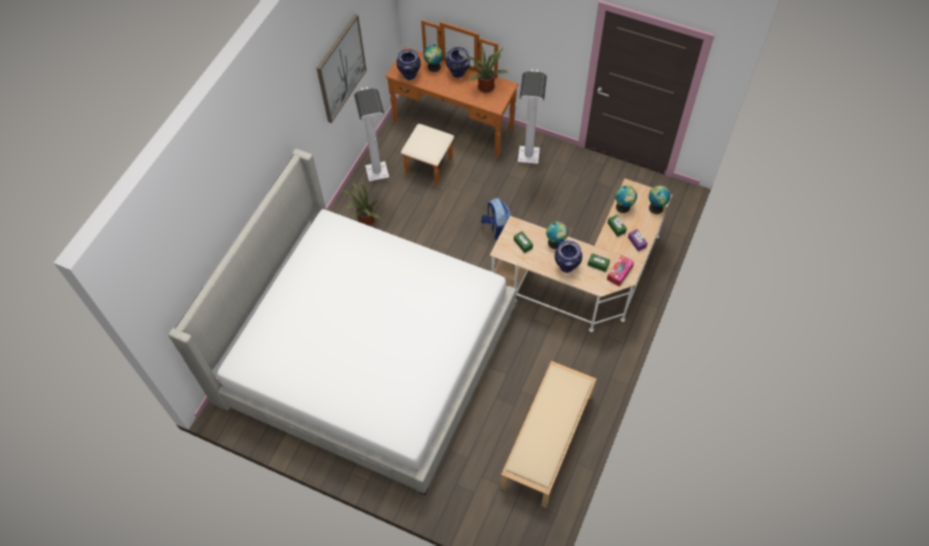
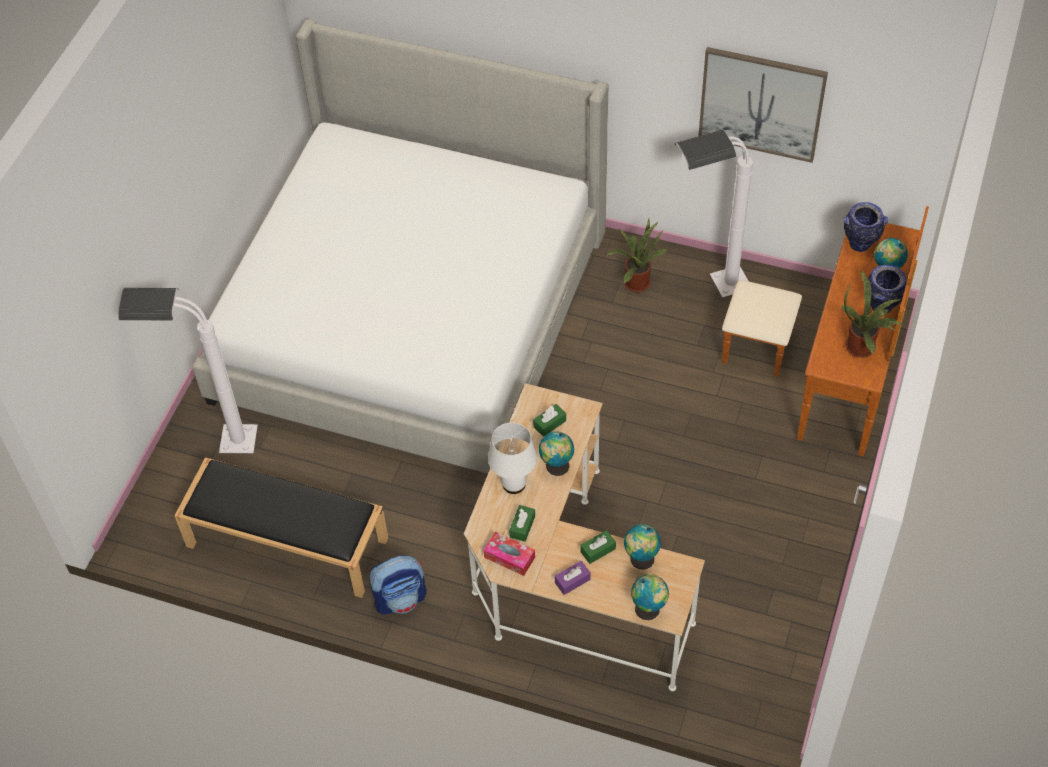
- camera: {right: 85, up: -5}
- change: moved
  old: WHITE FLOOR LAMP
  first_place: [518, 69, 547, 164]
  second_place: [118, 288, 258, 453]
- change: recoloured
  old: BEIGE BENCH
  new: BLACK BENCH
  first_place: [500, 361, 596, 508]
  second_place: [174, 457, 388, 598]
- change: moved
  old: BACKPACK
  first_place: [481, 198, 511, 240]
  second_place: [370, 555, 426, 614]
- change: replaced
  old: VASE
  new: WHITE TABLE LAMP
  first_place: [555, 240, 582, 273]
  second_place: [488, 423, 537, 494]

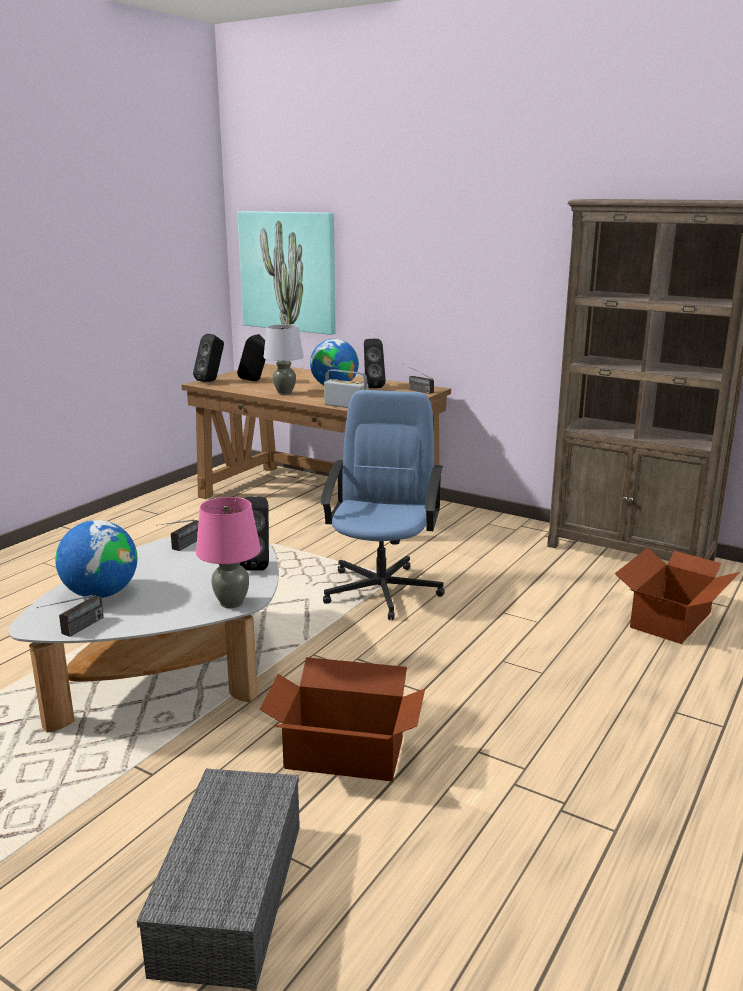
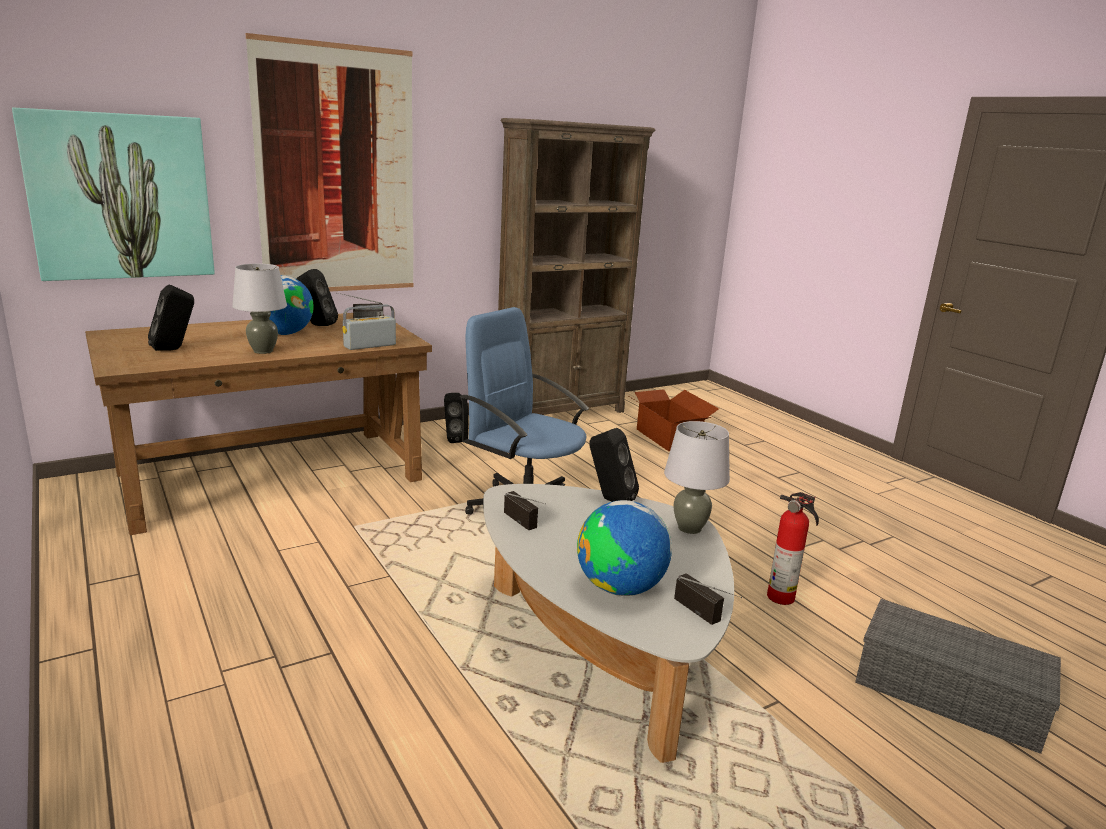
- camera: {right: -65, up: 0}
- change: added
  new: PICTURE
  second_place: [245, 33, 413, 292]
- change: moved
  old: BLACK SPEAKER
  first_place: [193, 334, 224, 382]
  second_place: [444, 393, 463, 443]
- change: recoloured
  old: PINK TABLE LAMP
  new: GREY TABLE LAMP
  first_place: [196, 497, 261, 608]
  second_place: [664, 421, 730, 534]
- change: replaced
  old: CARDBOARD BOX
  new: FIRE EXTINGUISHER
  first_place: [259, 657, 425, 782]
  second_place: [767, 492, 819, 605]

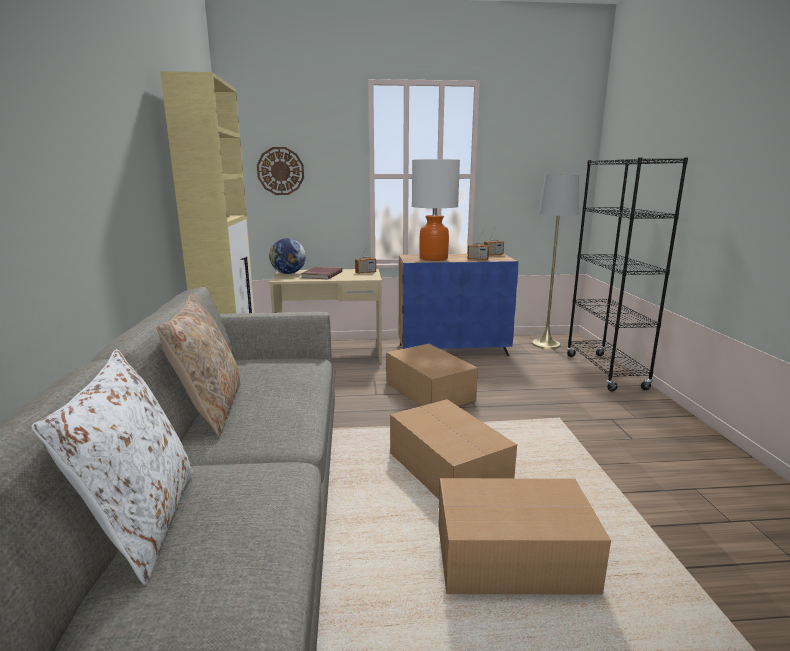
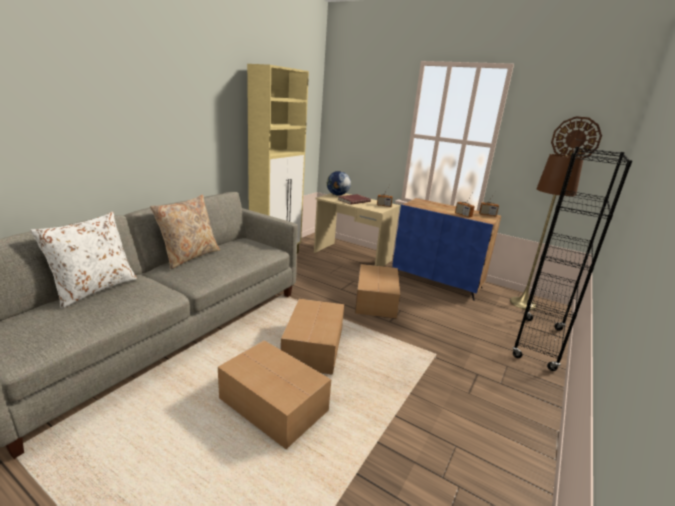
- camera: {right: 35, up: 5}
- change: recoloured
  old: GREY FLOOR LAMP
  new: BROWN FLOOR LAMP
  first_place: [532, 174, 579, 349]
  second_place: [510, 154, 583, 310]
- change: moved
  old: WALL CLOCK
  first_place: [257, 147, 304, 195]
  second_place: [551, 116, 602, 158]
- change: removed
  old: TABLE LAMP
  first_place: [412, 159, 460, 261]

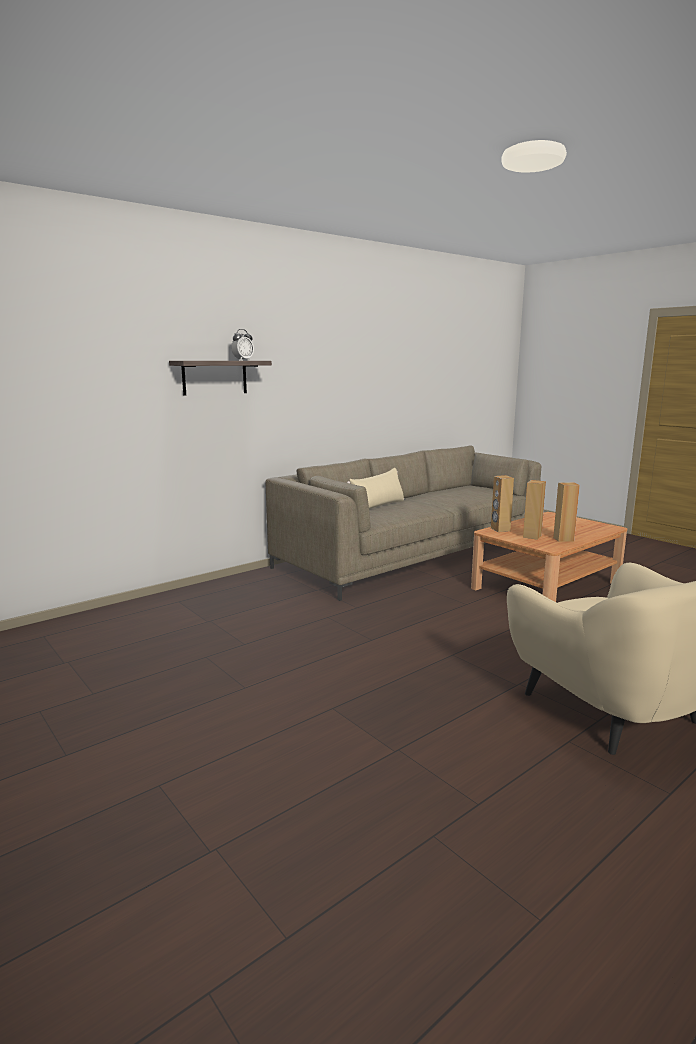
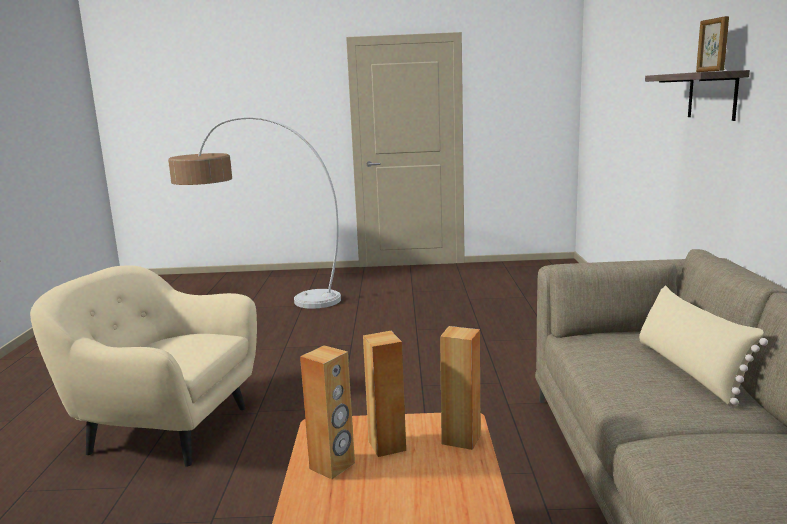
- camera: {right: 130, up: 0}
- change: added
  new: FLOOR LAMP
  second_place: [168, 116, 341, 309]
- change: replaced
  old: ALARM CLOCK
  new: PICTURE FRAME
  first_place: [231, 329, 254, 360]
  second_place: [696, 16, 729, 72]

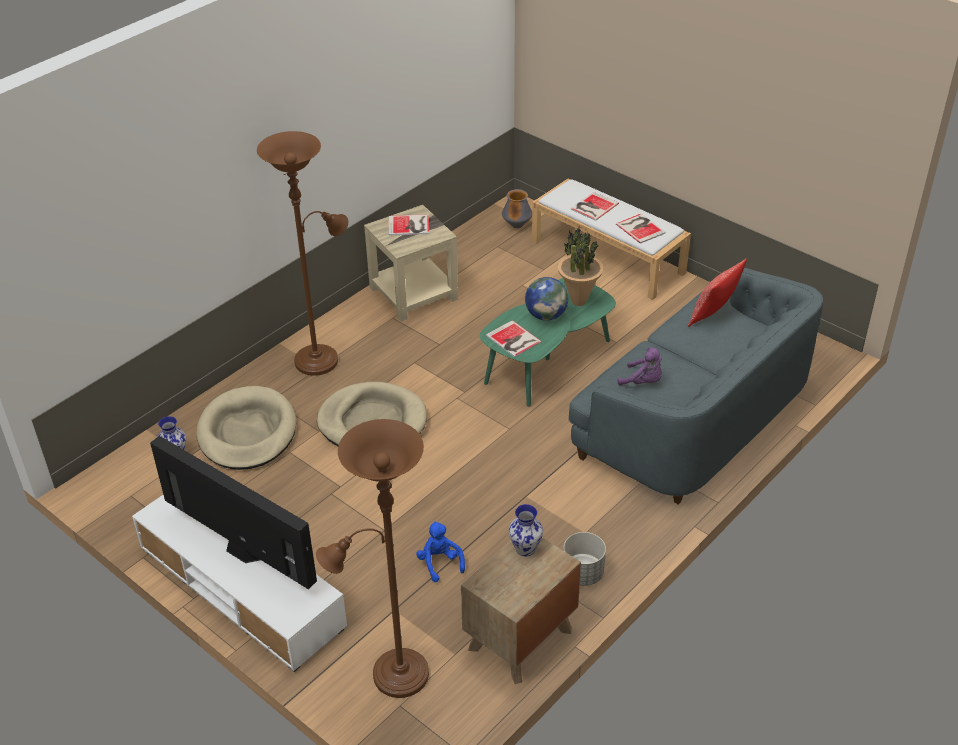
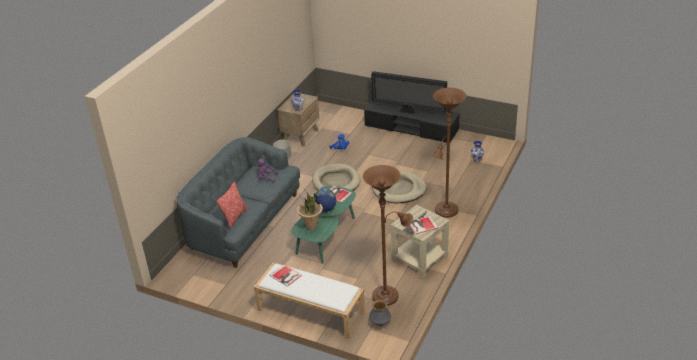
- camera: {right: 165, up: -5}
- change: moved
  old: BEIGE DOG BED
  first_place: [196, 386, 296, 470]
  second_place: [312, 164, 361, 191]
- change: moved
  old: BROWN FLOOR LAMP
  first_place: [316, 419, 429, 698]
  second_place: [363, 165, 413, 306]
- change: recoloured
  old: WHITE TV STAND
  new: BLACK TV STAND
  first_place: [132, 495, 347, 672]
  second_place: [364, 101, 460, 143]
- change: removed
  old: BOOK
  first_place: [571, 192, 619, 221]

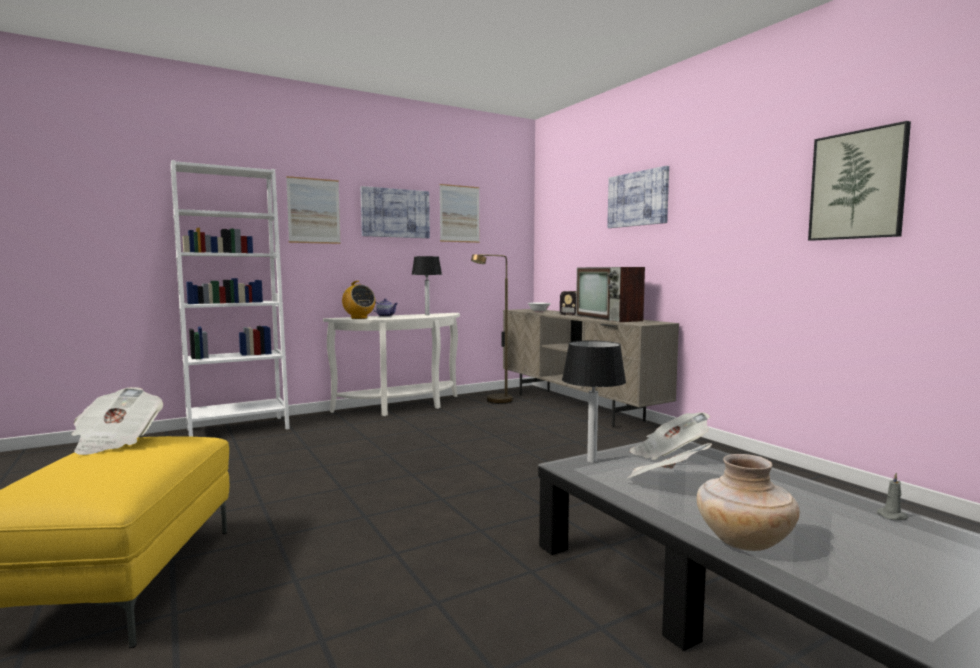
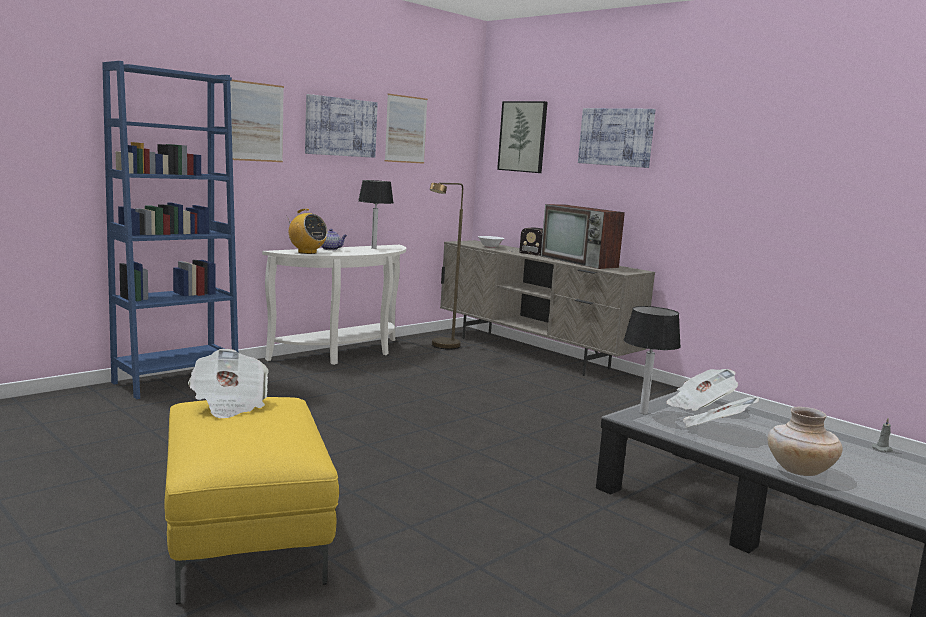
- camera: {right: -15, up: 5}
- change: recoloured
  old: WHITE BOOKCASE
  new: BLUE BOOKCASE
  first_place: [170, 160, 290, 437]
  second_place: [102, 61, 238, 399]
- change: moved
  old: PICTURE
  first_place: [808, 121, 911, 241]
  second_place: [497, 101, 548, 173]

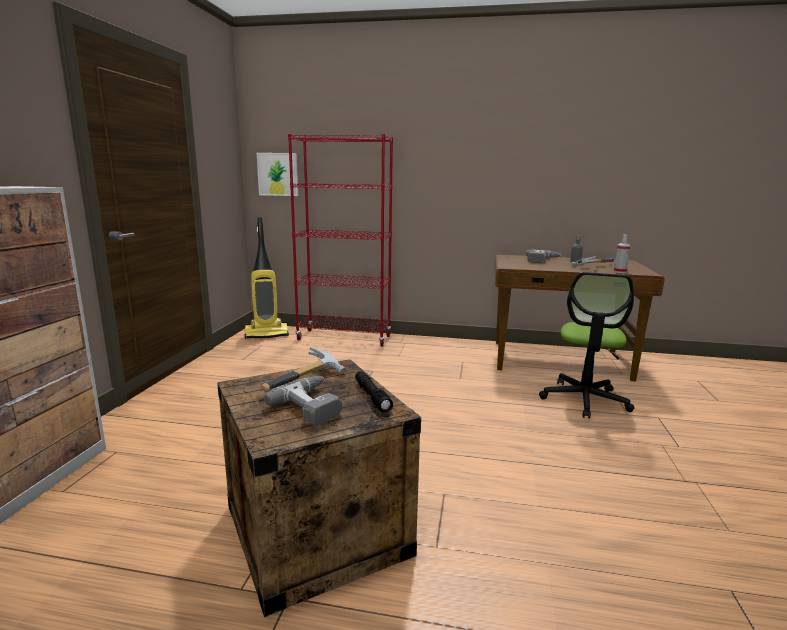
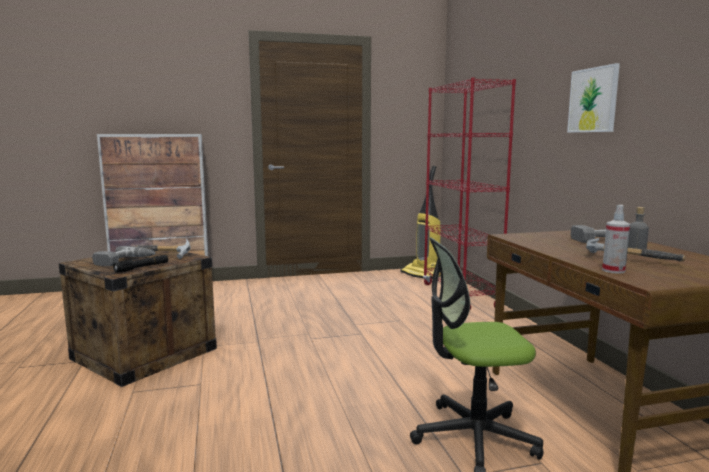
- camera: {right: 65, up: -5}
- change: moved
  old: PICTURE
  first_place: [257, 153, 298, 196]
  second_place: [567, 63, 620, 133]

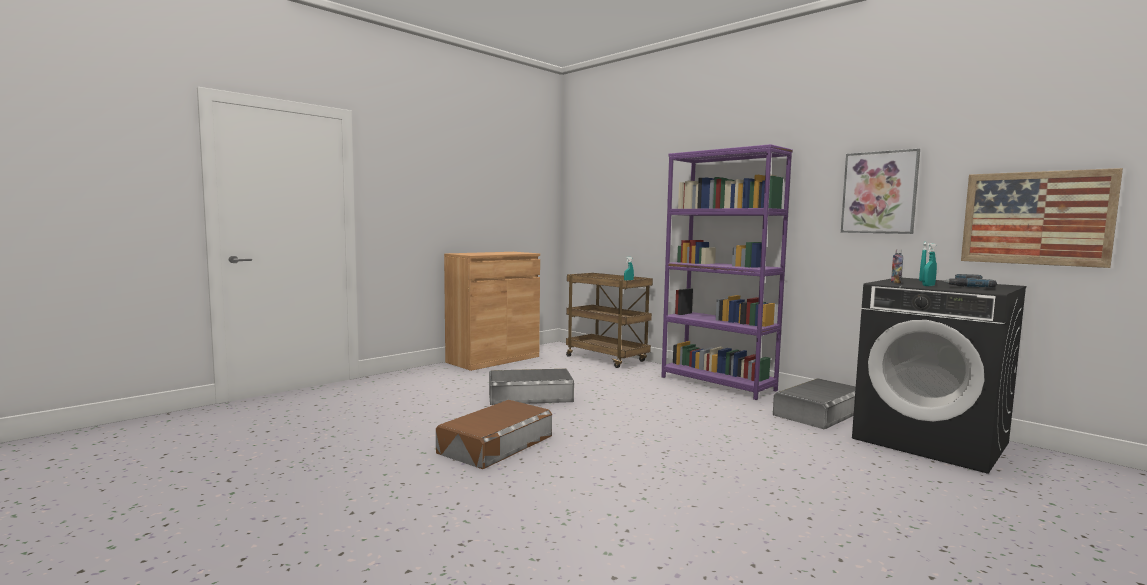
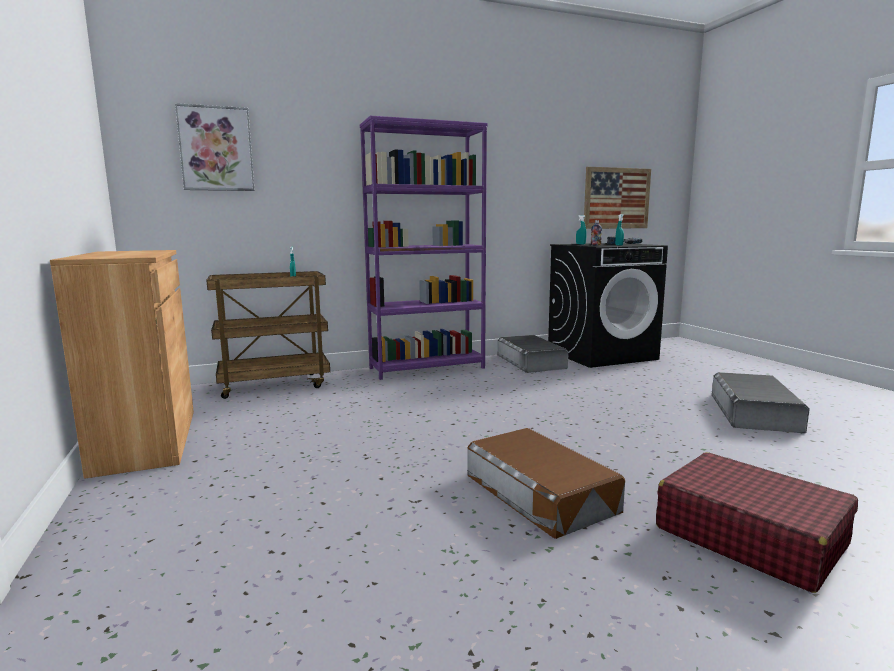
- camera: {right: -65, up: 5}
- change: moved
  old: PICTURE
  first_place: [841, 149, 920, 234]
  second_place: [175, 103, 255, 191]
- change: added
  new: RED SUITCASE
  second_place: [656, 452, 858, 593]
- change: moved
  old: GREY STORAGE BOX
  first_place: [489, 369, 574, 405]
  second_place: [712, 372, 810, 434]

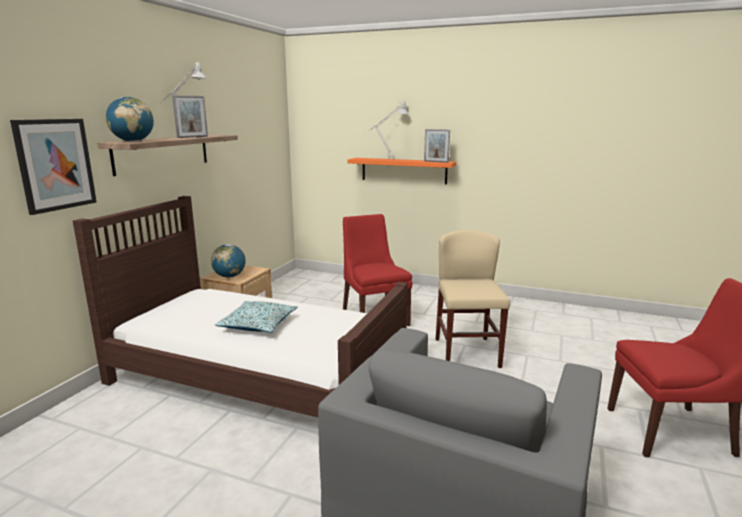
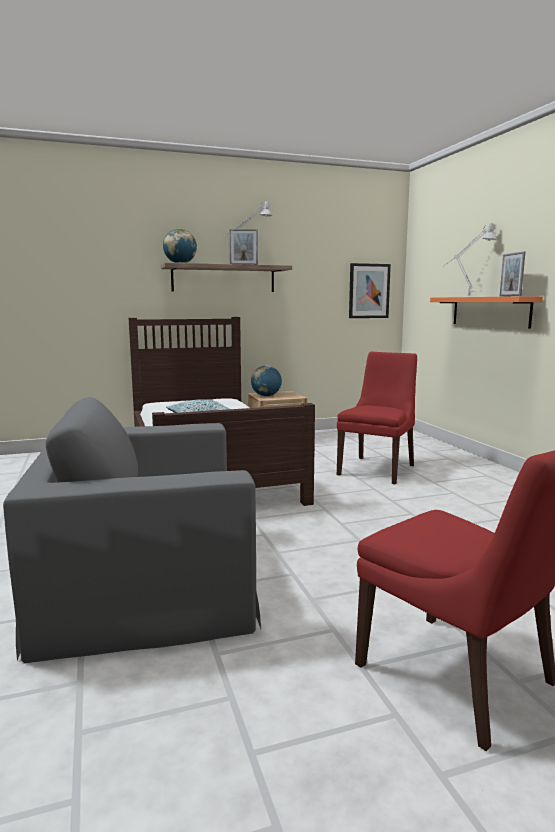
- camera: {right: 50, up: -5}
- change: moved
  old: PICTURE
  first_place: [10, 119, 97, 215]
  second_place: [349, 263, 391, 318]
- change: removed
  old: BEIGE CHAIR
  first_place: [436, 230, 510, 368]

